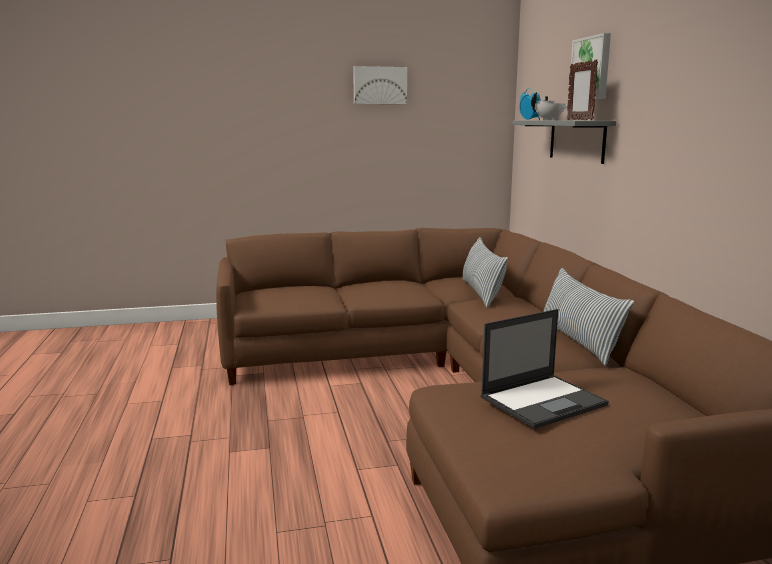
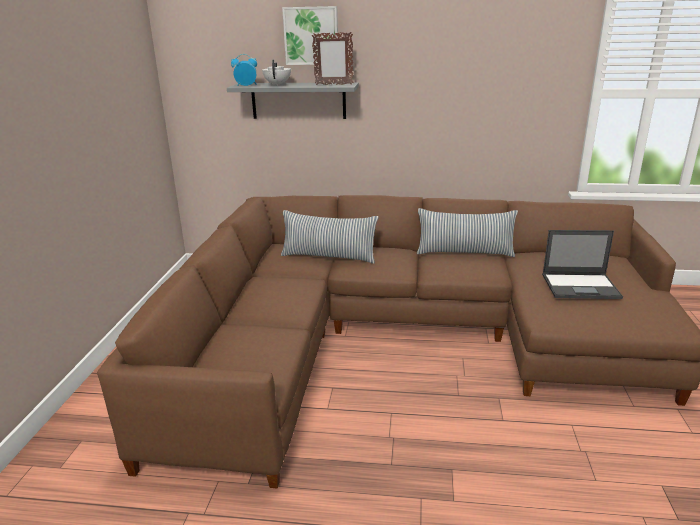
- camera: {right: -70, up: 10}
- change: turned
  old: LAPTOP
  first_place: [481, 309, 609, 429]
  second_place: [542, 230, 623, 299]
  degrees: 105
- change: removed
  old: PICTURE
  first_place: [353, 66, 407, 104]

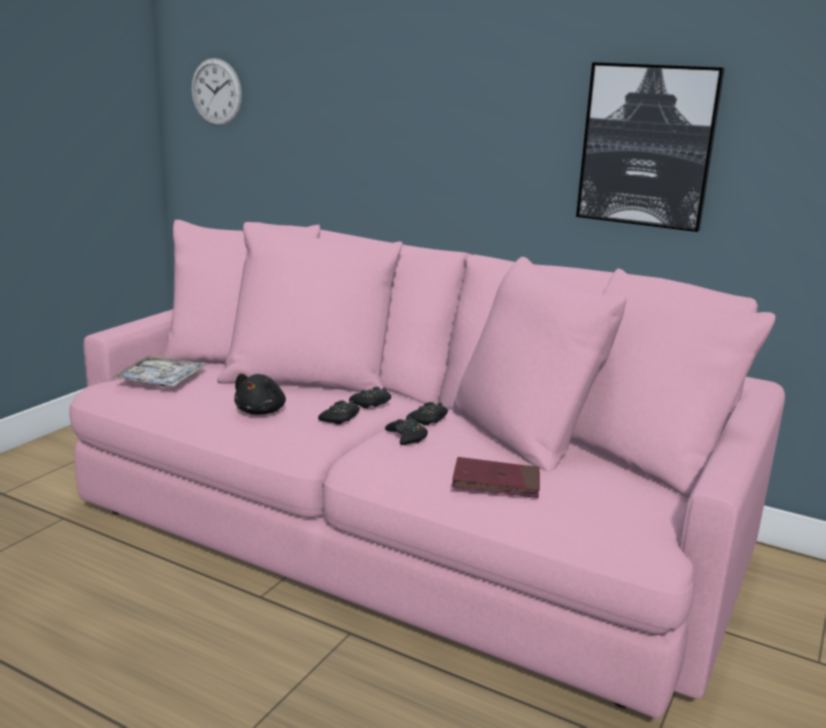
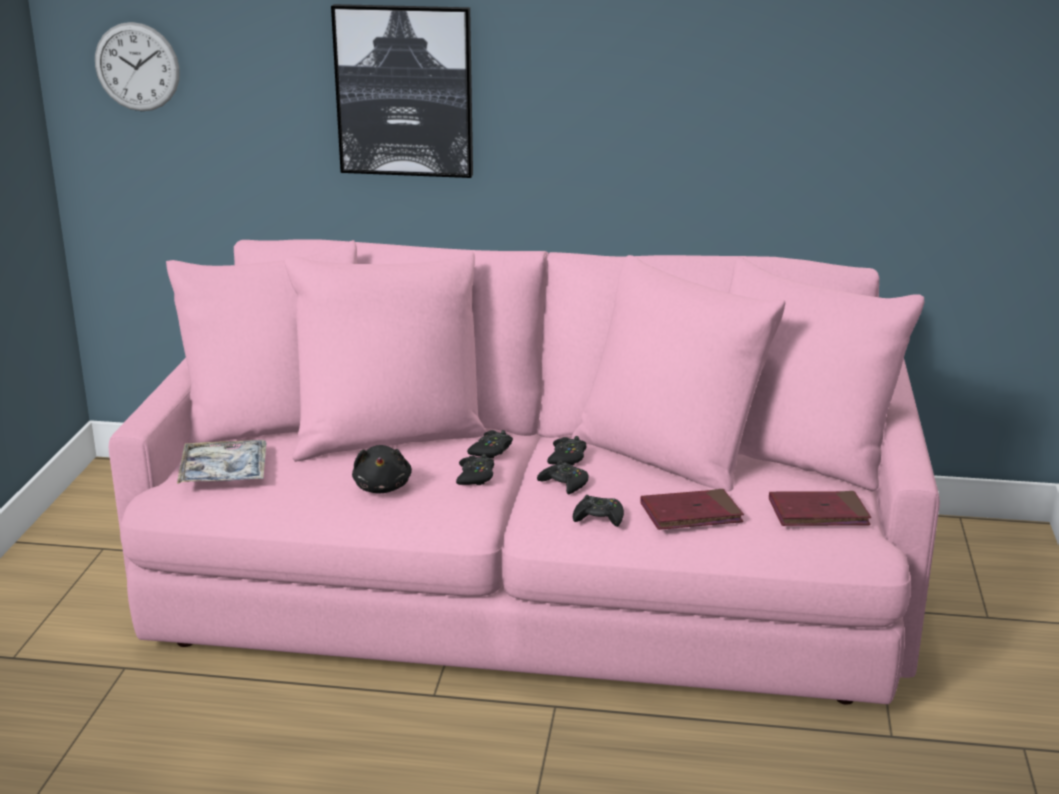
- camera: {right: -20, up: 5}
- change: moved
  old: PICTURE
  first_place: [576, 62, 725, 232]
  second_place: [331, 4, 473, 178]
- change: added
  new: BLACK GAME CONTROLLER
  second_place: [573, 495, 624, 527]
- change: added
  new: RED BOOK
  second_place: [769, 491, 871, 526]

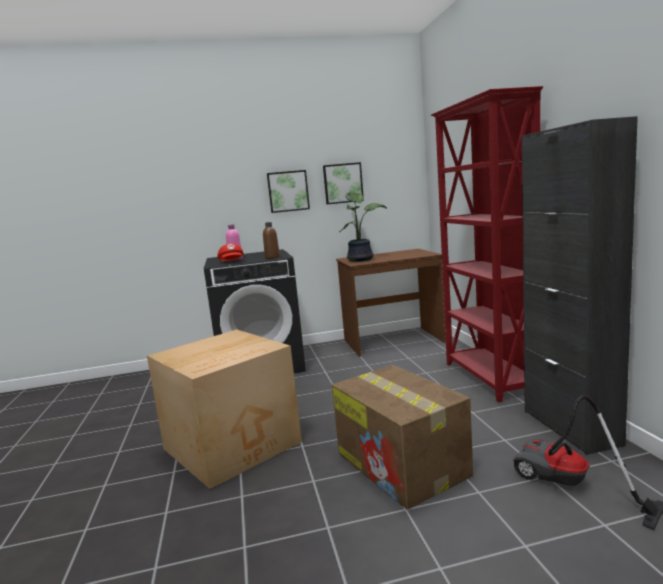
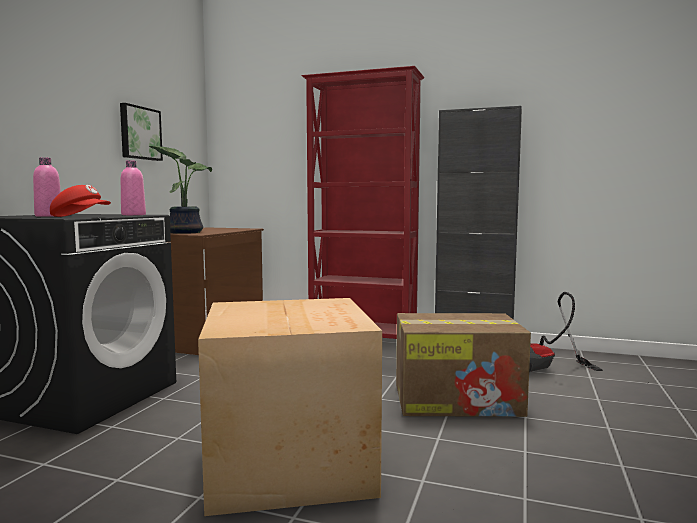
- camera: {right: -60, up: -5}
- change: recoloured
  old: BROWN BOTTLE
  new: PINK BOTTLE
  first_place: [263, 222, 280, 259]
  second_place: [121, 160, 146, 215]
- change: removed
  old: PICTURE
  first_place: [267, 170, 310, 213]

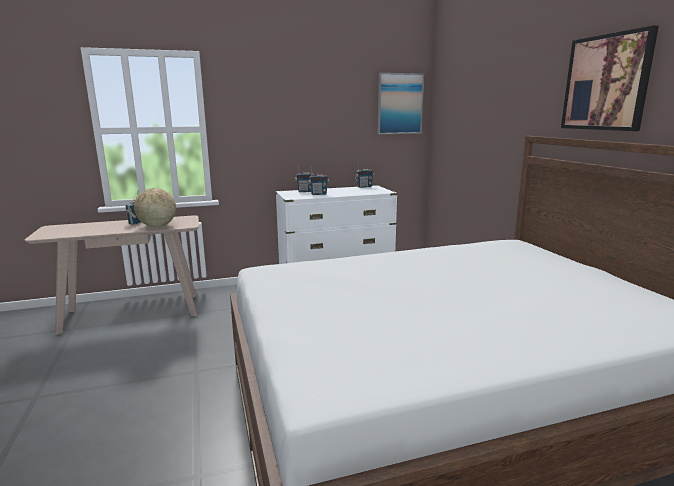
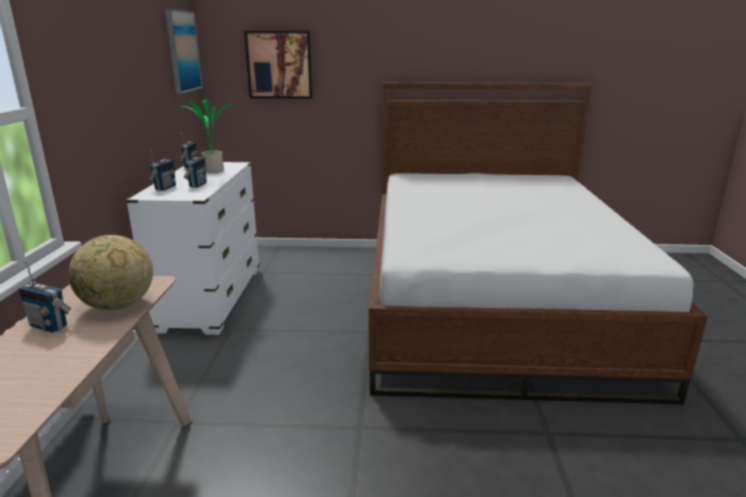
- camera: {right: -70, up: 5}
- change: added
  new: POTTED PLANT
  second_place: [179, 99, 233, 173]
- change: moved
  old: PICTURE
  first_place: [561, 26, 659, 131]
  second_place: [244, 31, 313, 99]

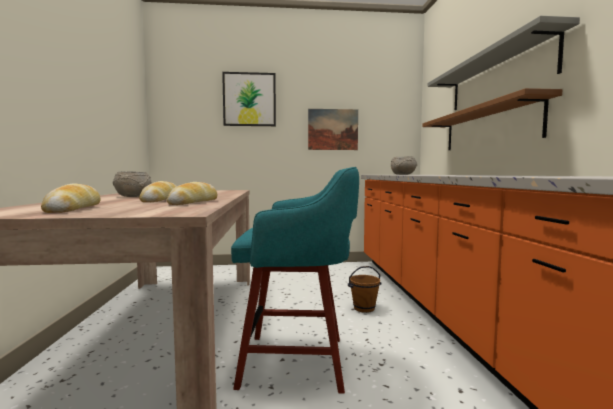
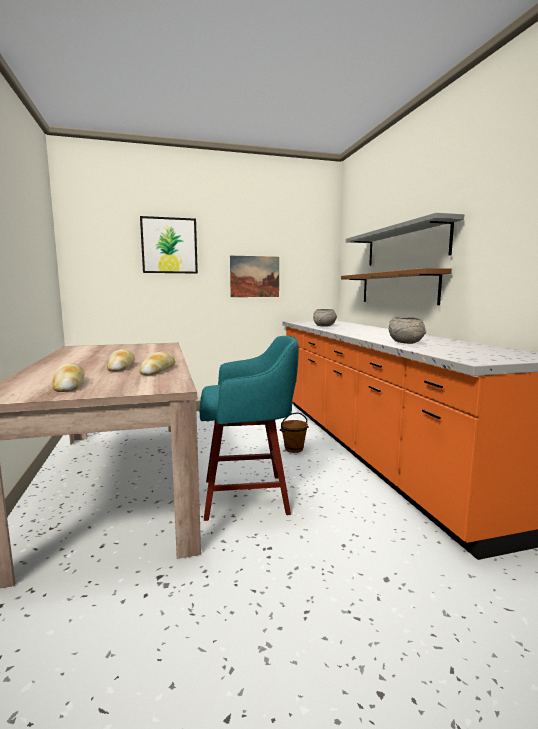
- camera: {right: -10, up: 5}
- change: moved
  old: GREY BOWL
  first_place: [113, 171, 152, 197]
  second_place: [389, 317, 426, 344]

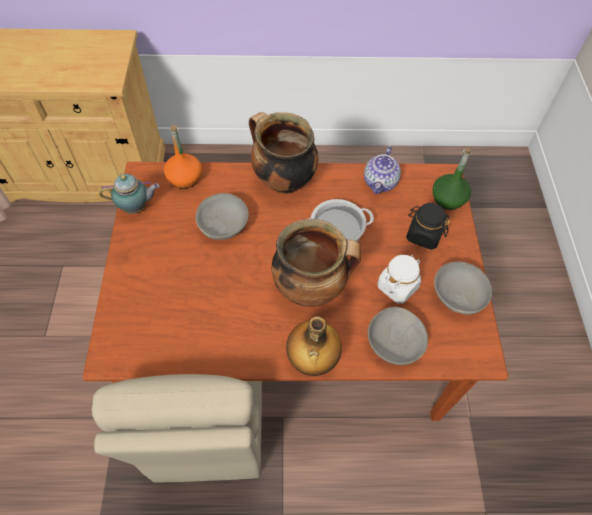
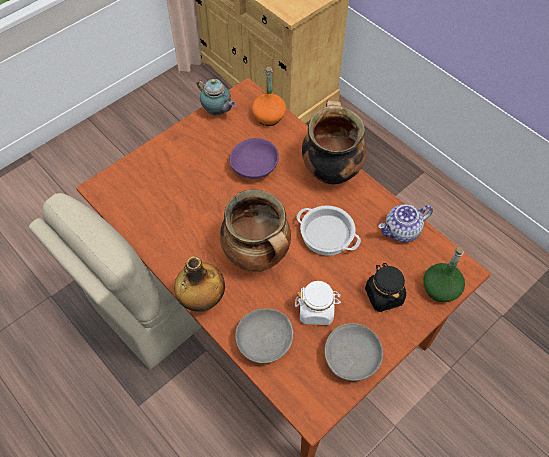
- camera: {right: 50, up: 0}
- change: recoloured
  old: GREY BOWL
  new: PURPLE BOWL
  first_place: [196, 193, 249, 240]
  second_place: [229, 138, 279, 179]

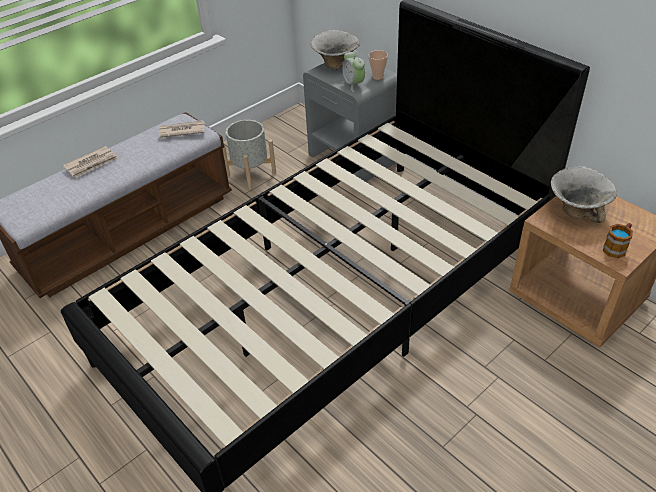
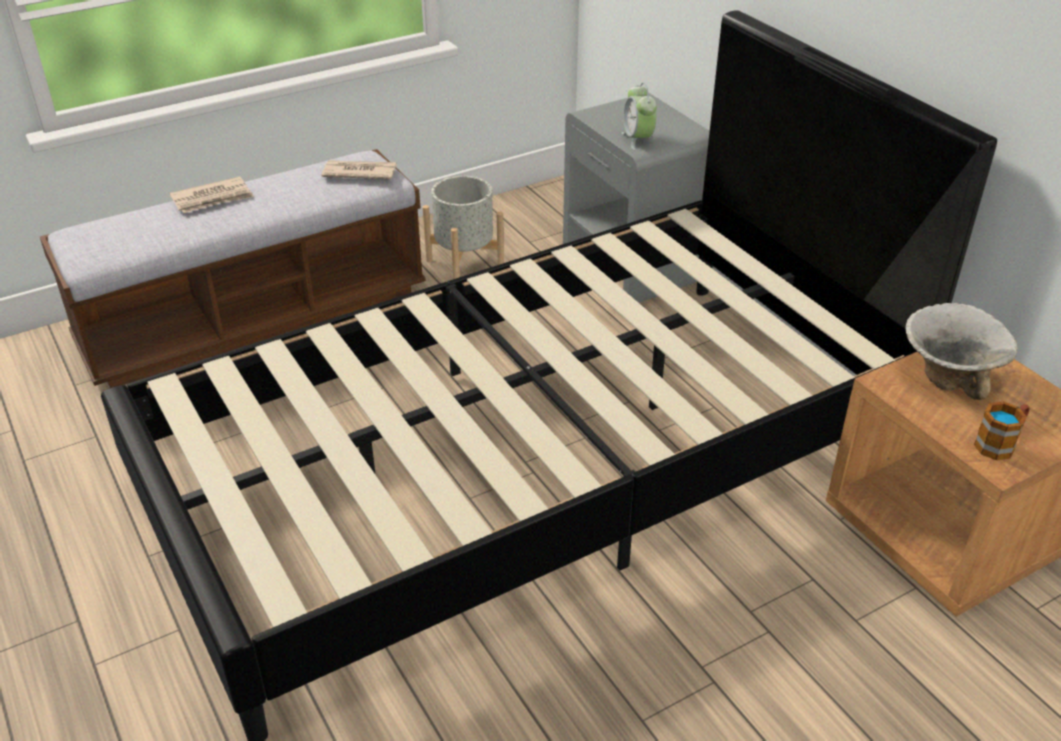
- camera: {right: 10, up: -5}
- change: removed
  old: BOWL
  first_place: [310, 30, 360, 70]
- change: removed
  old: CUP
  first_place: [369, 50, 388, 80]

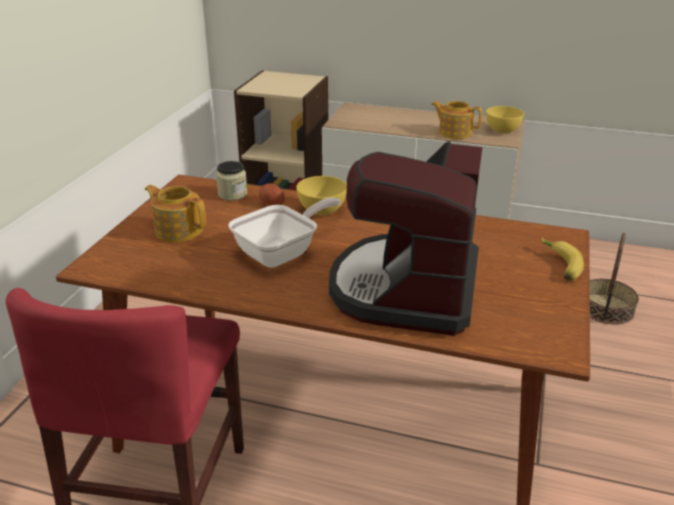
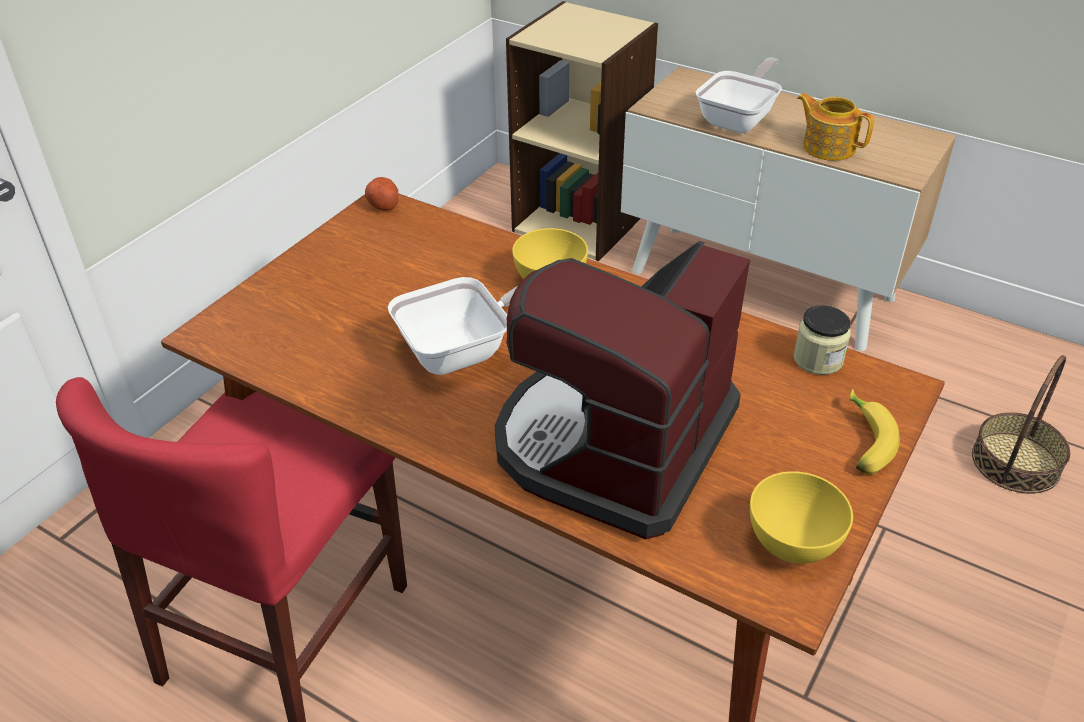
- camera: {right: 15, up: 10}
- change: moved
  old: POTATO
  first_place: [259, 183, 285, 206]
  second_place: [365, 177, 398, 211]
- change: added
  new: FRYING PAN
  second_place: [696, 57, 782, 133]
- change: moved
  old: YELLOW BOWL
  first_place: [486, 106, 524, 133]
  second_place: [750, 471, 853, 564]
- change: moved
  old: JAR
  first_place: [216, 161, 247, 201]
  second_place: [793, 305, 851, 375]
- change: removed
  old: TEAPOT
  first_place: [145, 185, 206, 243]

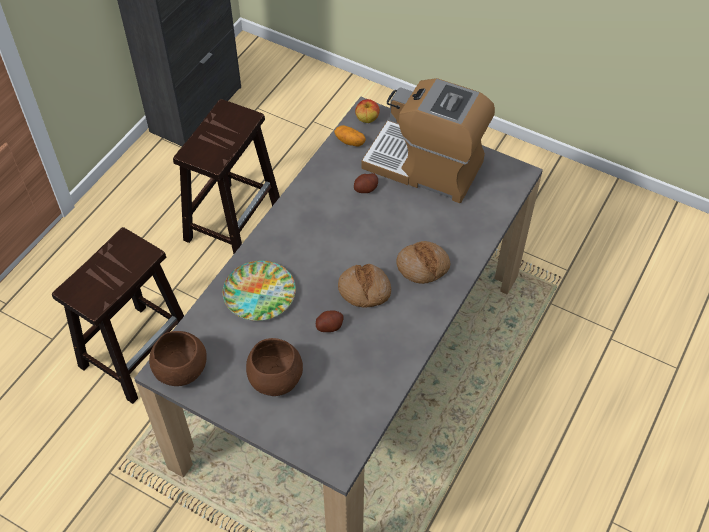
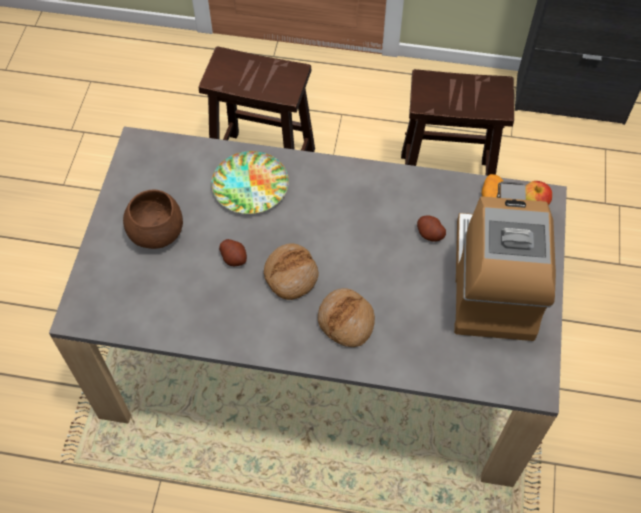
- camera: {right: 70, up: 5}
- change: removed
  old: BROWN BOWL
  first_place: [149, 331, 207, 386]

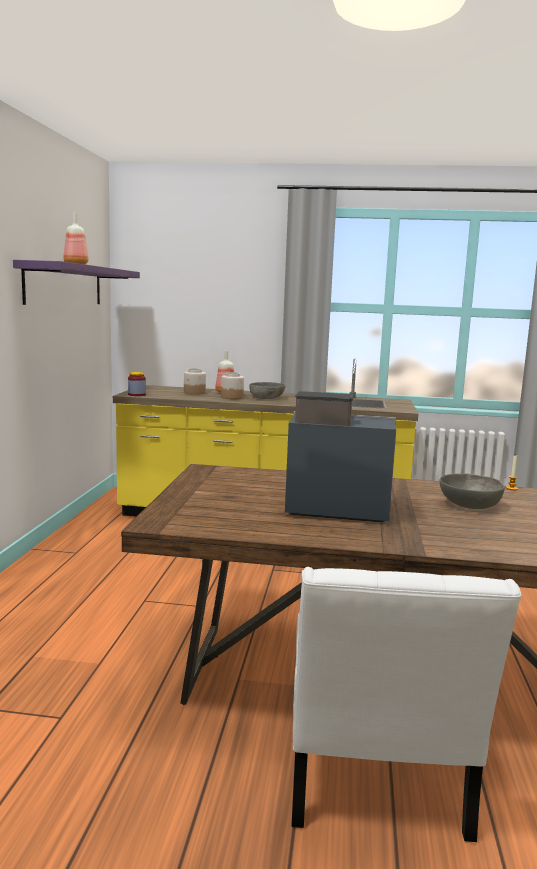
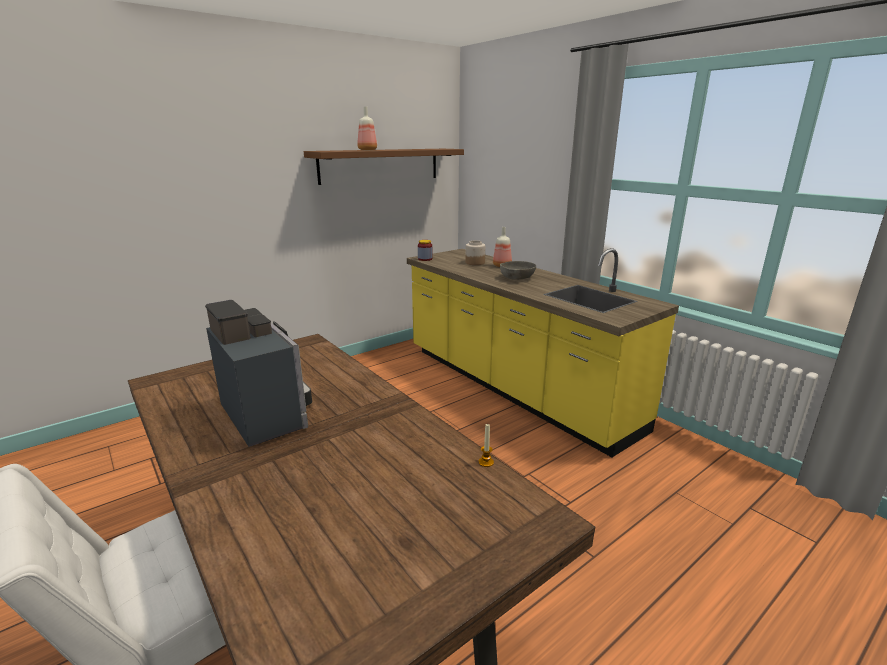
- camera: {right: 45, up: 10}
- change: recoloured
  old: PURPLE SHELF
  new: BROWN SHELF
  first_place: [13, 260, 140, 305]
  second_place: [304, 149, 464, 185]
- change: removed
  old: JAR
  first_place: [221, 372, 244, 399]
- change: removed
  old: GREY BOWL
  first_place: [439, 473, 505, 509]

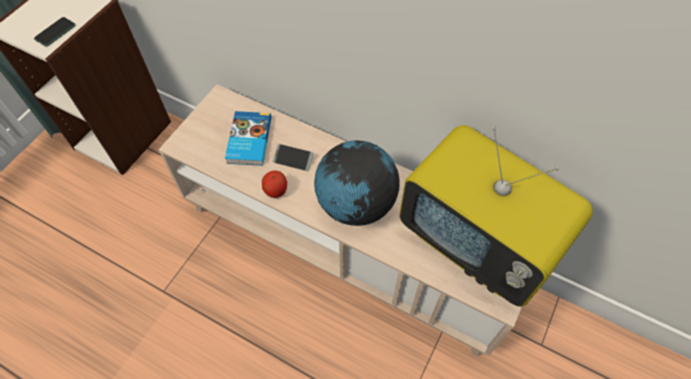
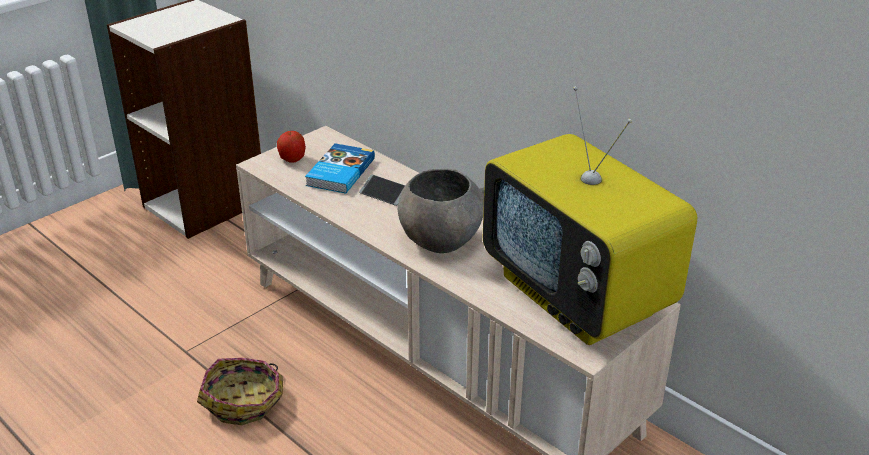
- camera: {right: 15, up: -25}
- change: added
  new: BASKET
  second_place: [197, 358, 283, 425]
- change: moved
  old: APPLE
  first_place: [262, 170, 287, 198]
  second_place: [277, 131, 306, 163]
- change: replaced
  old: GLOBE
  new: GREY BOWL
  first_place: [314, 140, 400, 226]
  second_place: [398, 169, 484, 253]
- change: removed
  old: PHONE
  first_place: [34, 17, 75, 47]

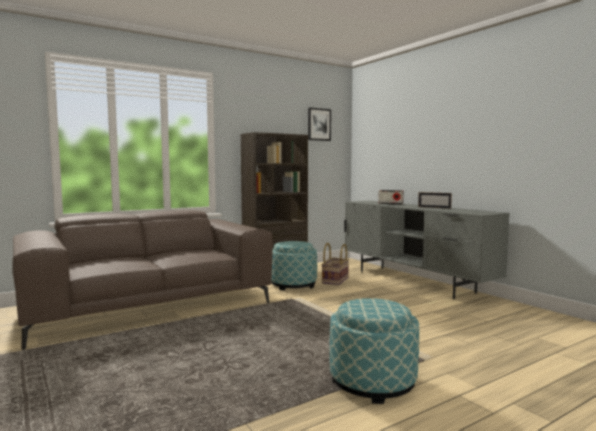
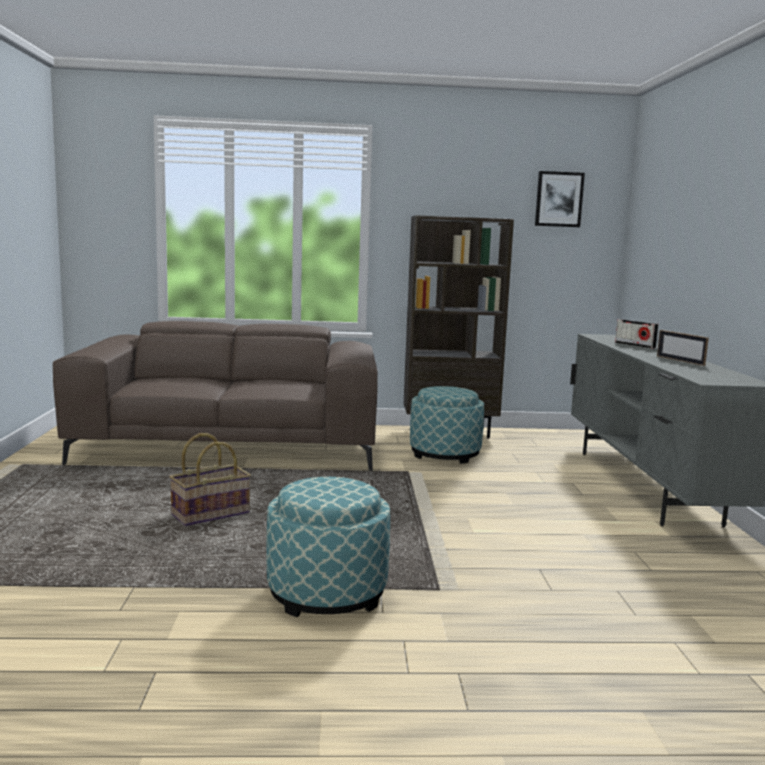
- camera: {right: 30, up: 5}
- change: moved
  old: BASKET
  first_place: [321, 243, 349, 285]
  second_place: [169, 433, 251, 526]

